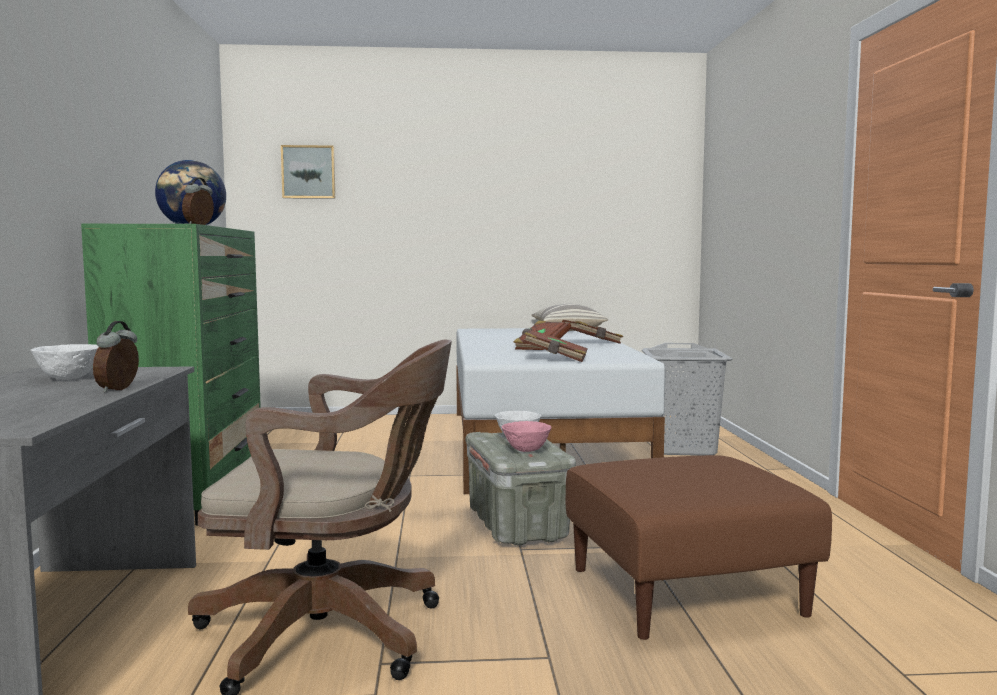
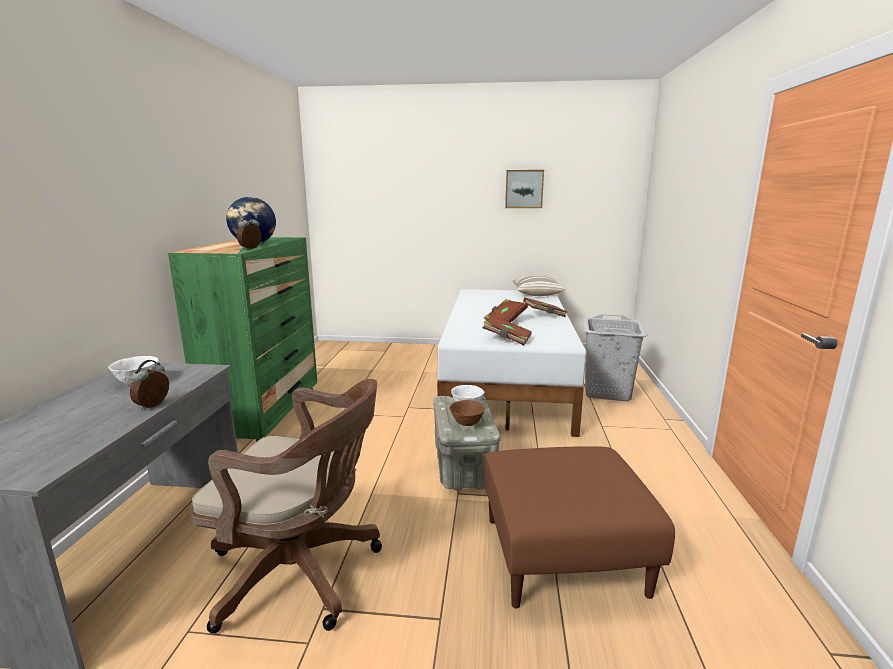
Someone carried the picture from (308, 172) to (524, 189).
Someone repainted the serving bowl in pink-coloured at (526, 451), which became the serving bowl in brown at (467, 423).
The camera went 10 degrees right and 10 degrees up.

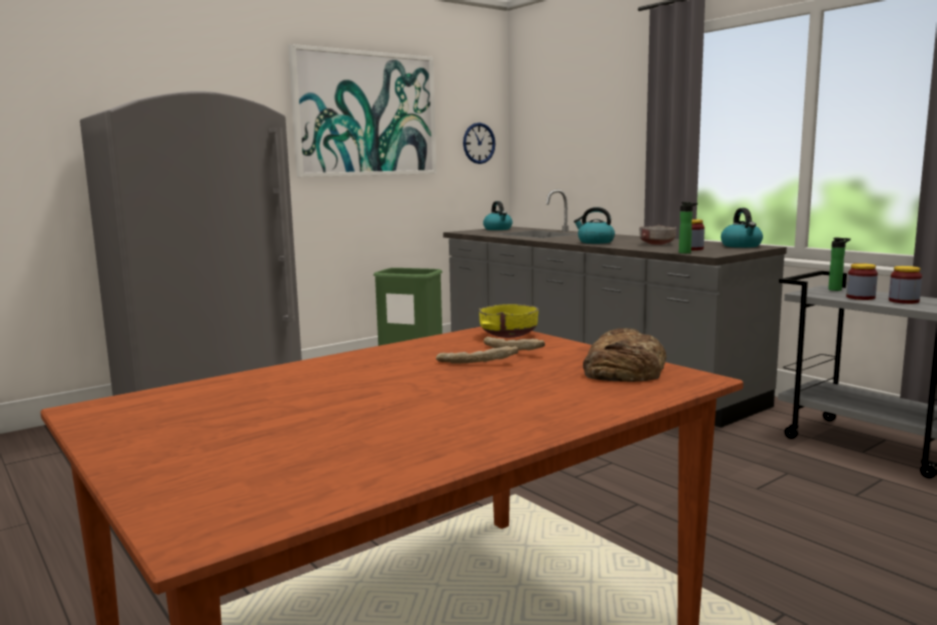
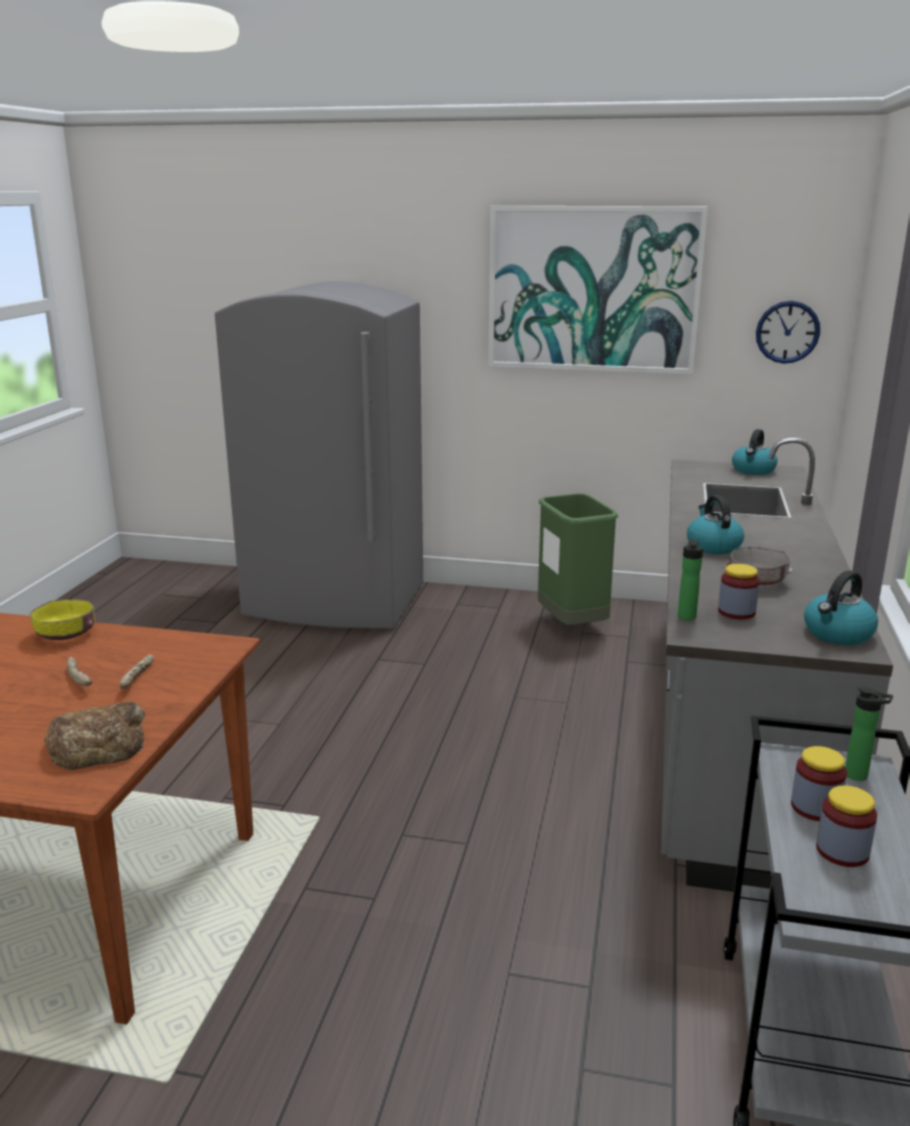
Someone carried the serving bowl in yellowish from (509, 335) to (66, 635).
The camera went 50 degrees right and 10 degrees up.

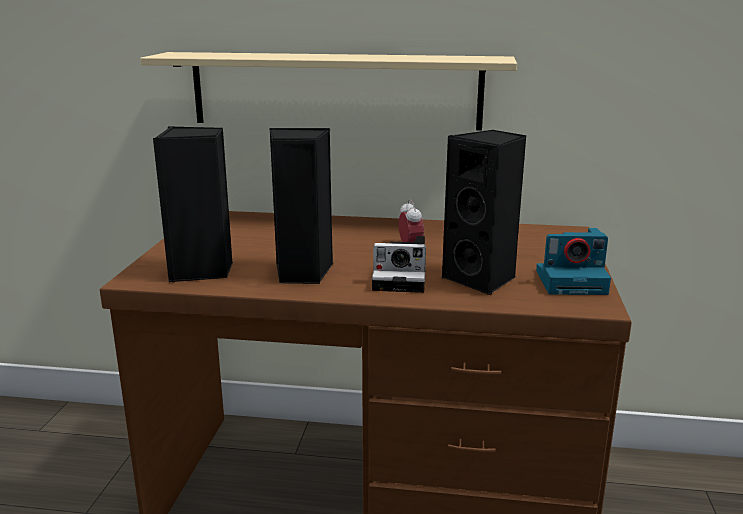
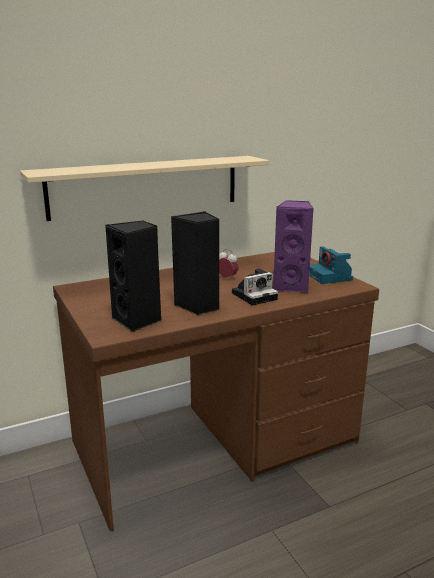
Someone repainted the speaker in black-coloured at (482, 279), which became the speaker in purple-coloured at (292, 286).
Someone rotated the still camera at (572, 281) by 105 degrees clockwise.
The camera went 35 degrees left and 0 degrees up.

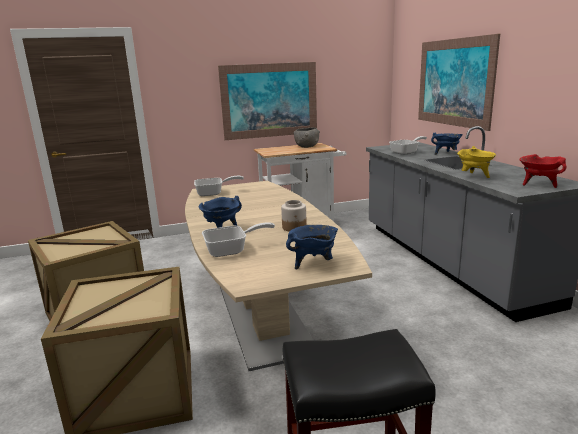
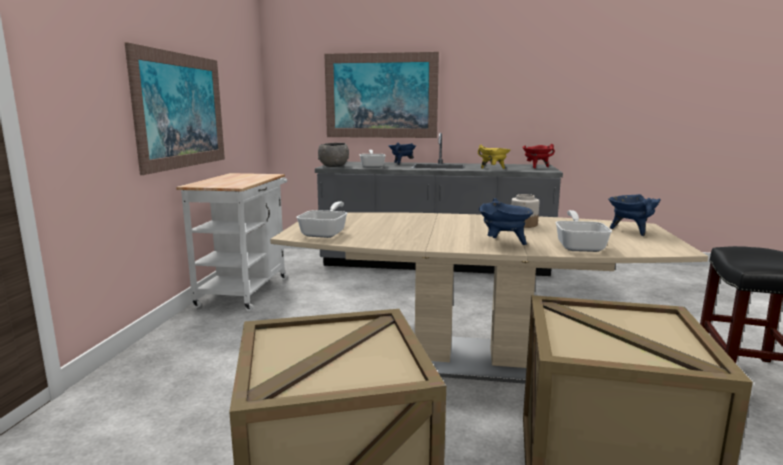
Someone carried the serving bowl in gray from (306, 147) to (333, 166).
The camera went 65 degrees left and 5 degrees down.

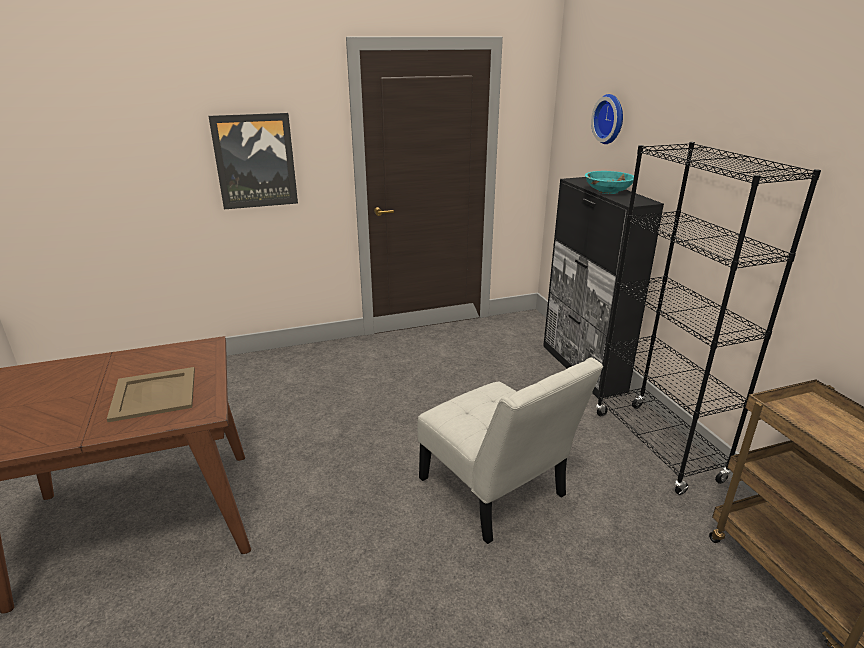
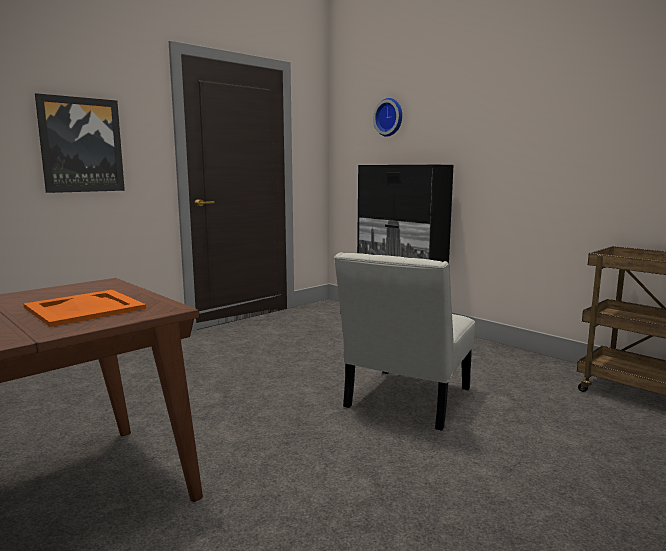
Someone took away the serving bowl in turquoise at (607, 191).
Someone took away the bookshelf in black-coloured at (656, 446).
Someone repainted the tray in beige at (155, 394), which became the tray in orange-coloured at (86, 308).
Someone rotated the chair in white-coloured at (496, 492) by 90 degrees clockwise.
The camera went 25 degrees left and 15 degrees down.

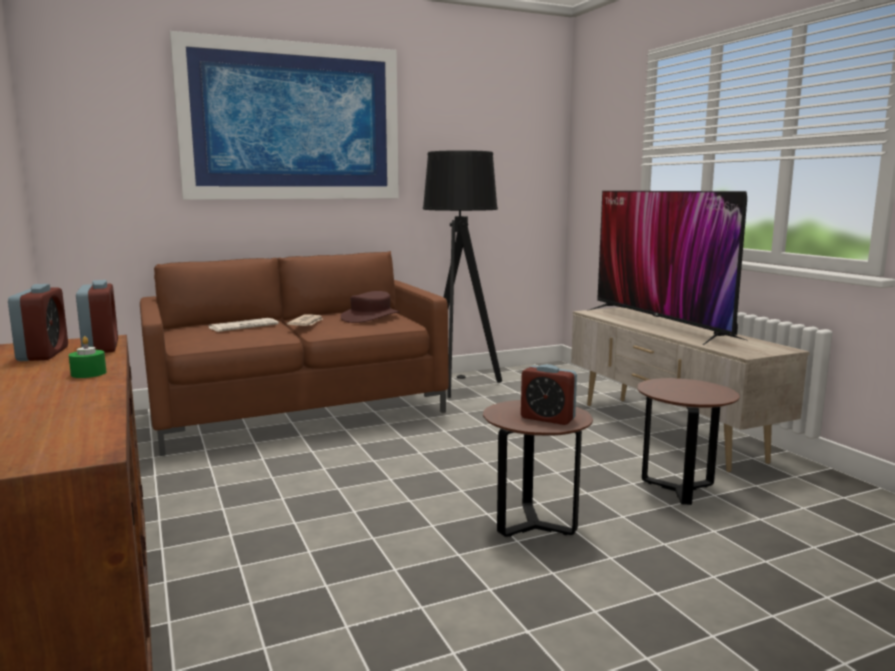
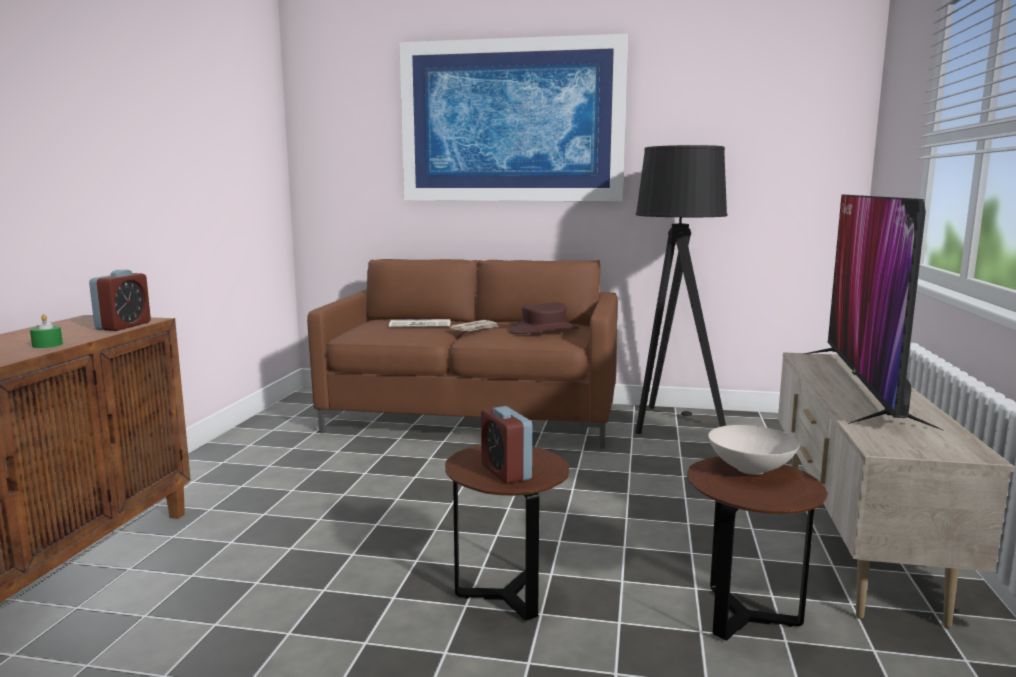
Someone took away the alarm clock at (43, 354).
Someone put down the serving bowl in white-coloured at (751, 470).
The camera went 35 degrees right and 0 degrees up.

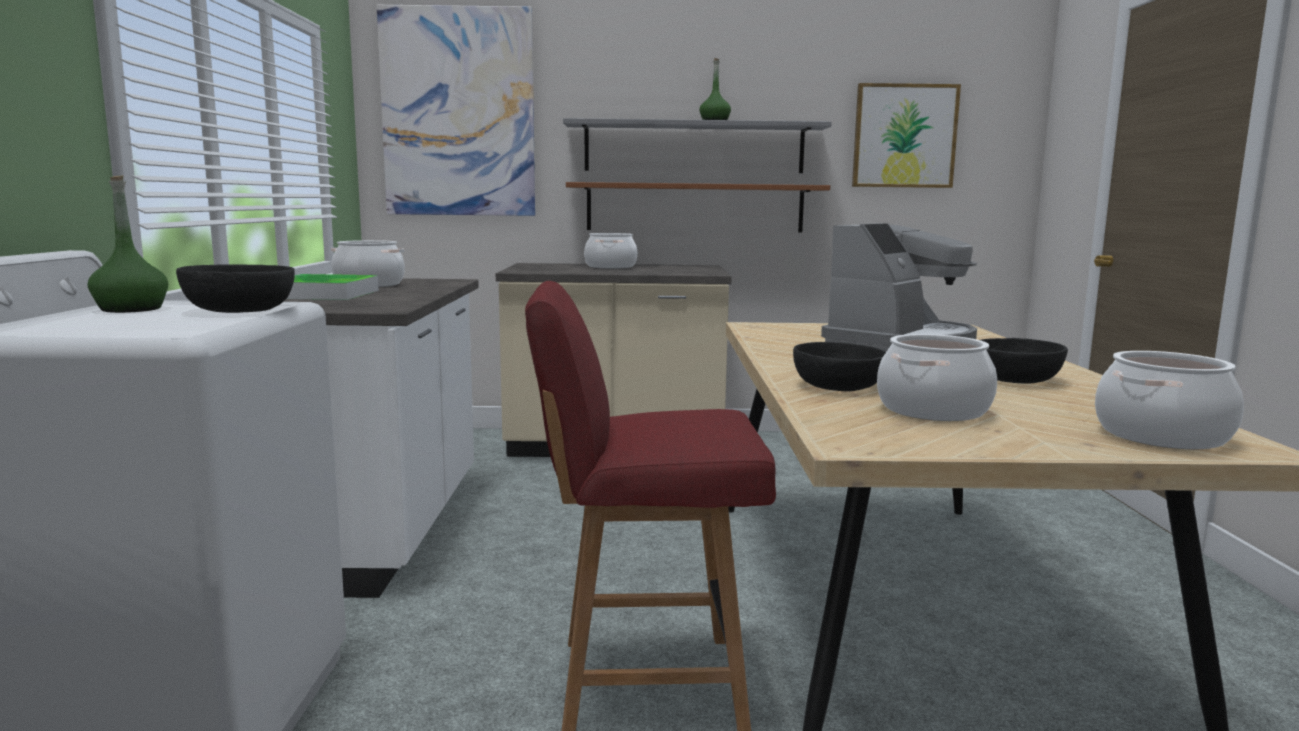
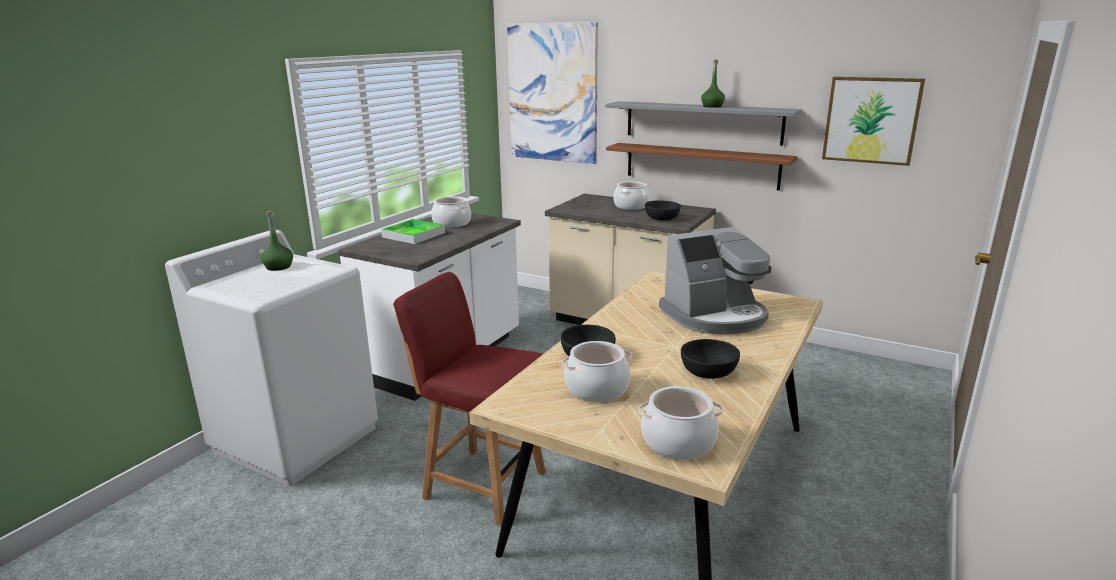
Someone carried the serving bowl in black-coloured from (240, 310) to (662, 218).
The camera went 30 degrees right and 10 degrees up.

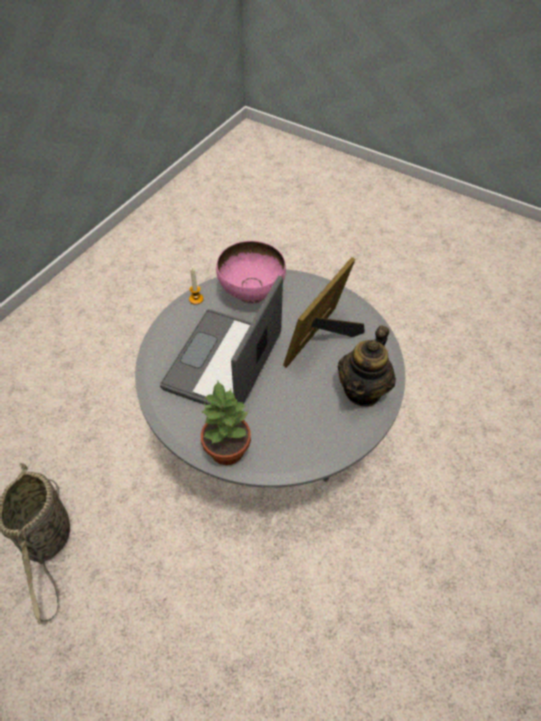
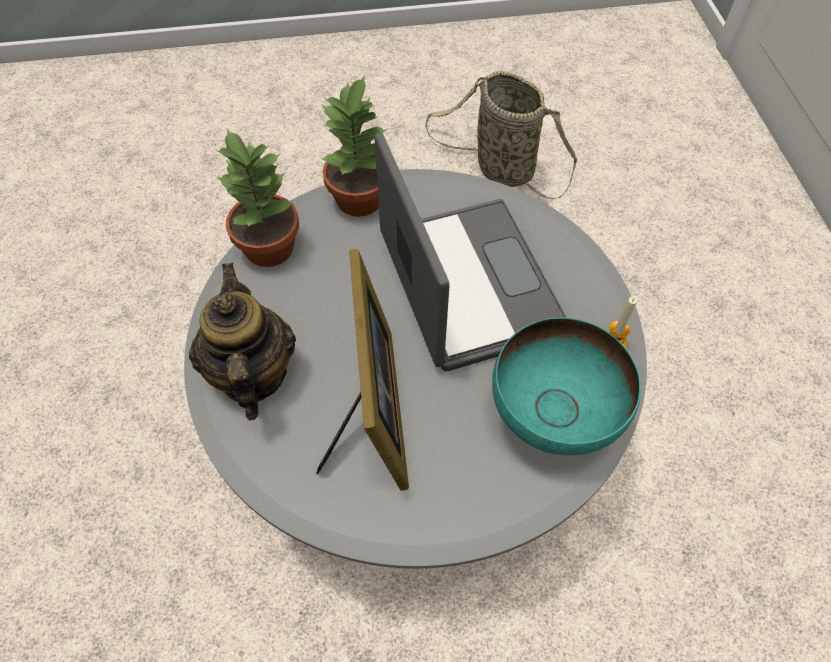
Someone put down the plant in a pot at (268, 247).
Someone repainted the serving bowl in pink-coloured at (251, 293), which became the serving bowl in turquoise at (554, 415).
The camera went 140 degrees right and 5 degrees up.

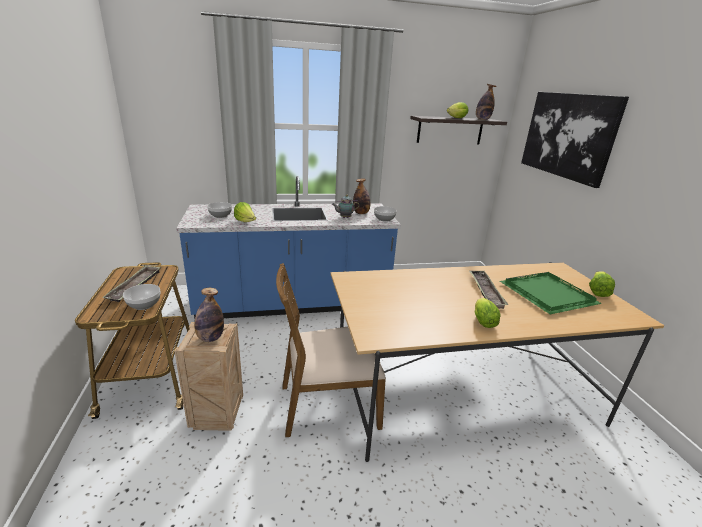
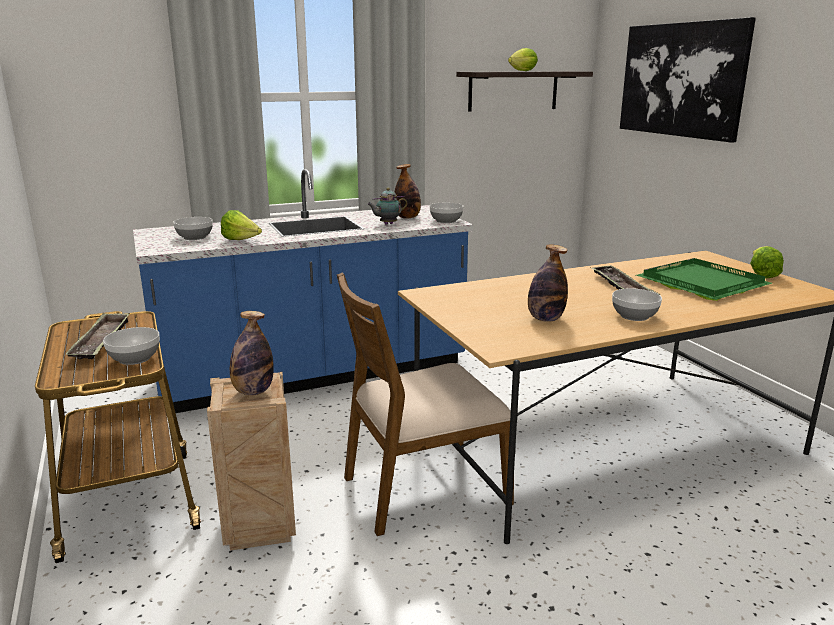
Someone carried the bottle from (482, 119) to (545, 319).
Someone swapped the head of lettuce at (482, 320) for the serving bowl at (634, 316).
The camera went 10 degrees left and 5 degrees down.

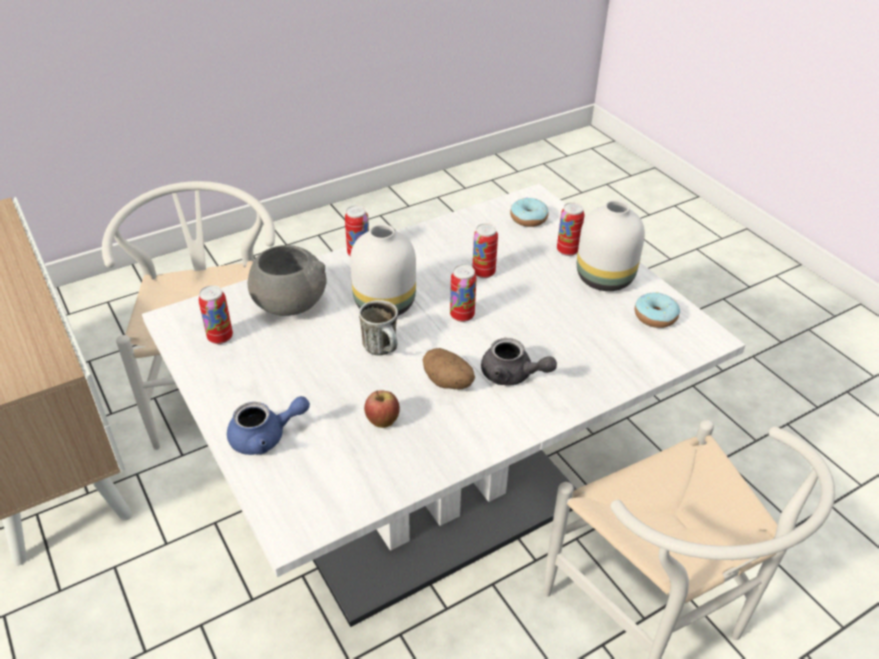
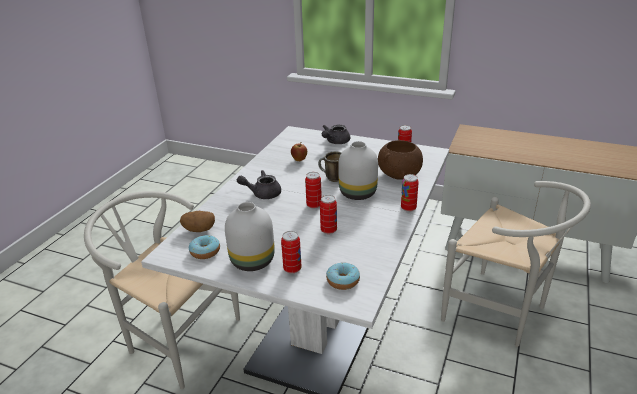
Someone carried the potato from (448, 382) to (199, 229).
Someone repainted the tea pot in blue at (266, 437), which became the tea pot in gray at (335, 142).
Someone repainted the serving bowl in gray at (289, 304), which became the serving bowl in brown at (399, 175).
The camera went 145 degrees right and 10 degrees down.

